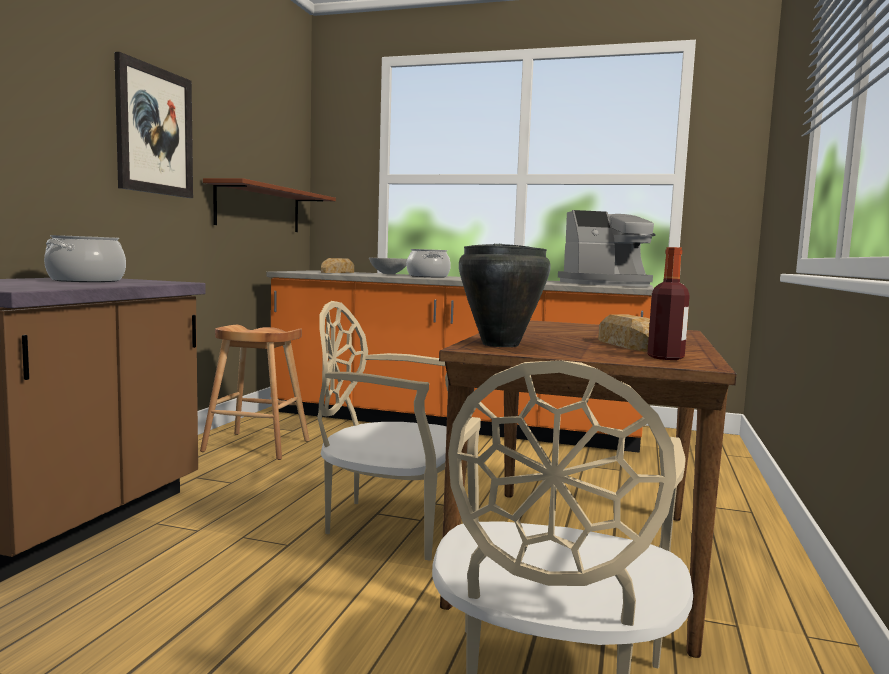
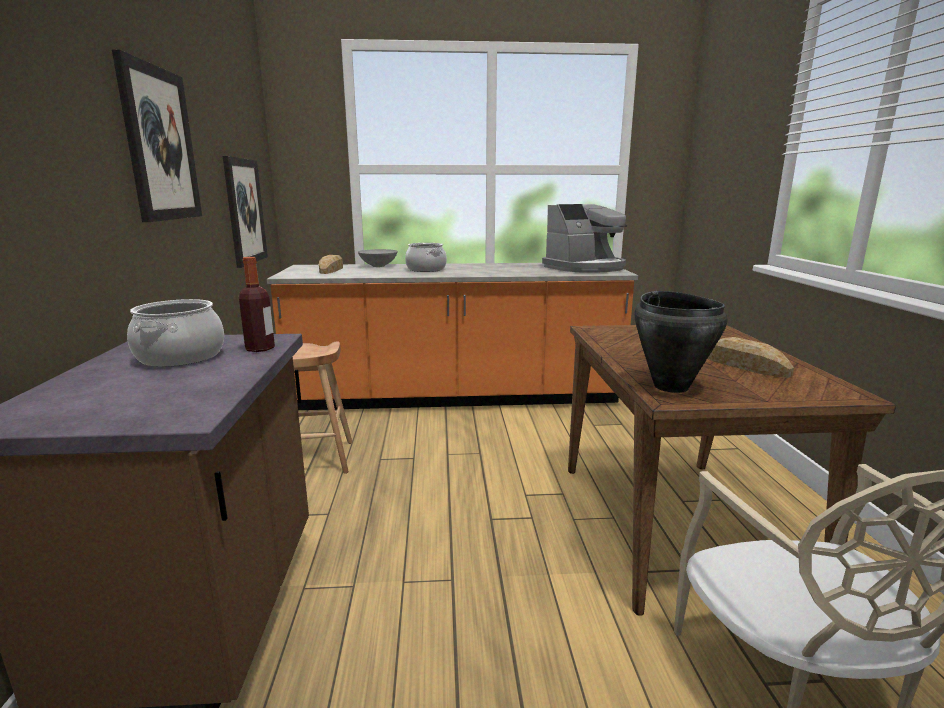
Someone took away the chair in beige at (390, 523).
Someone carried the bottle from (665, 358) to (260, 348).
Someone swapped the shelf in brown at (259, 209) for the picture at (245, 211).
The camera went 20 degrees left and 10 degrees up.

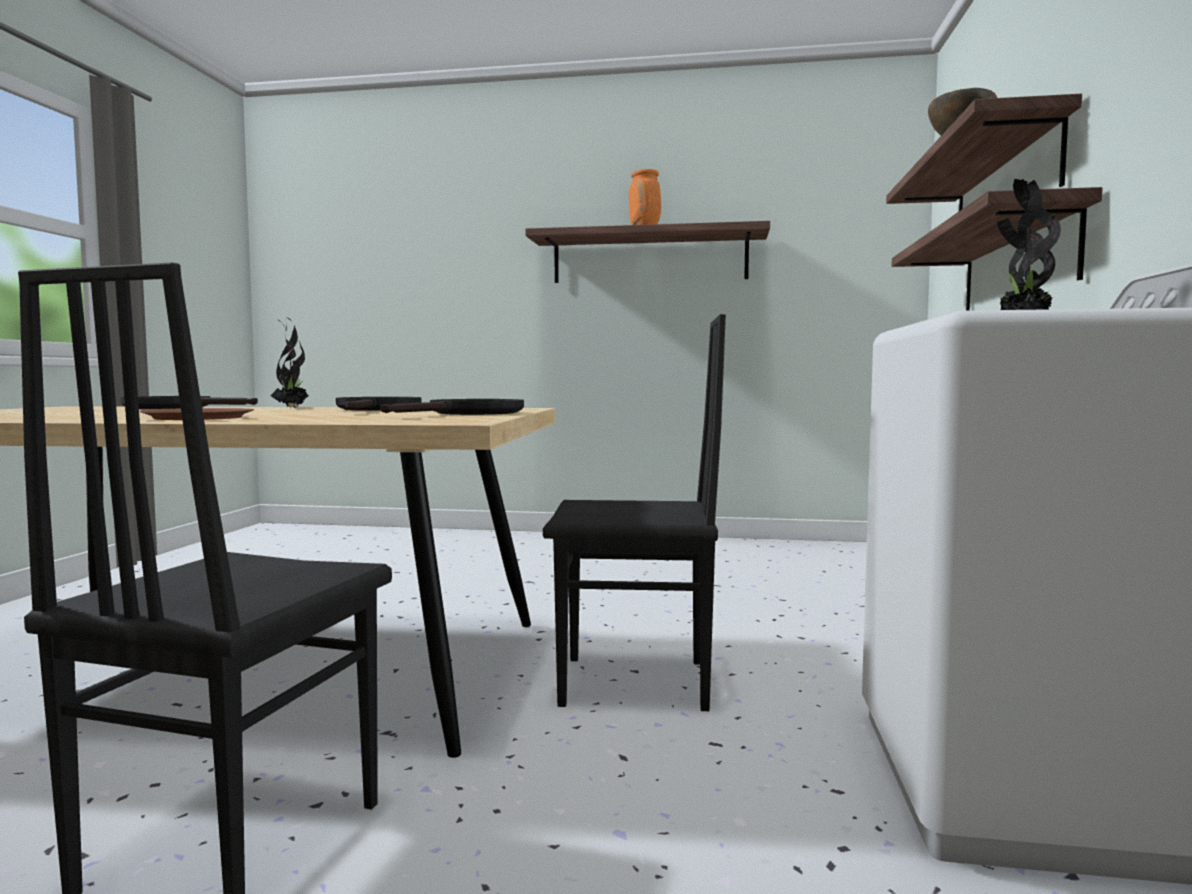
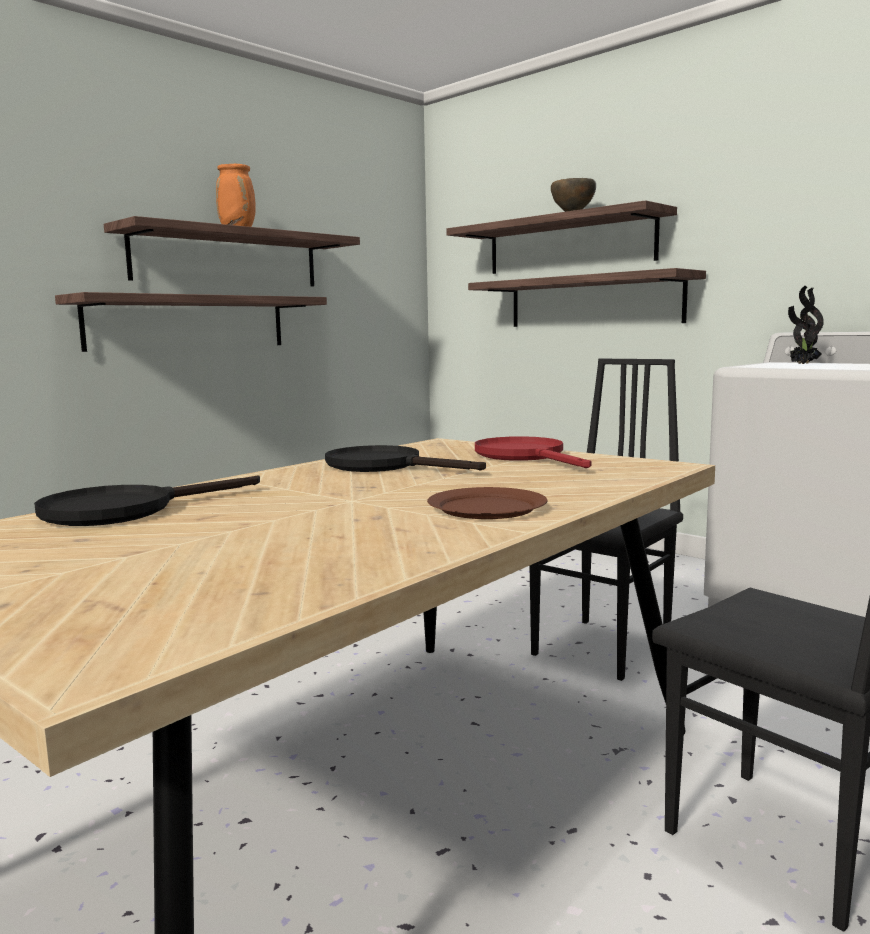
Someone took away the plant in a pot at (292, 408).
Someone put up the shelf at (189, 323).
Someone repainted the skillet in black-coloured at (467, 413), which became the skillet in red-coloured at (526, 456).
The camera went 55 degrees left and 5 degrees up.

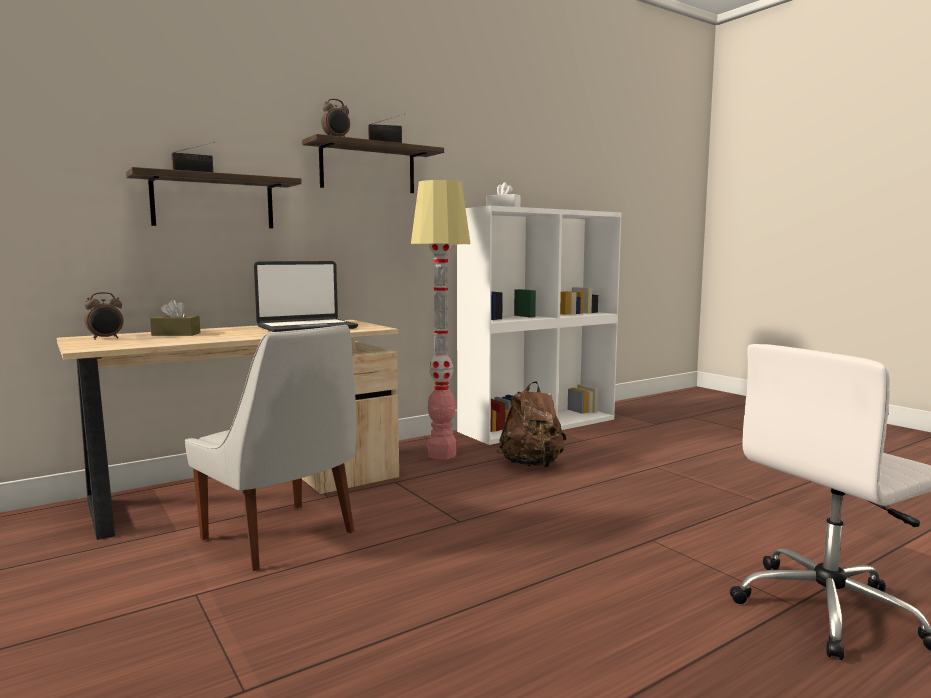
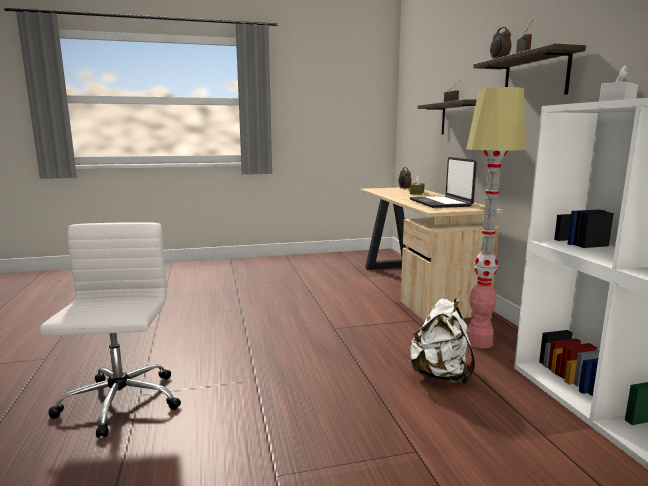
Someone took away the chair in white-coloured at (282, 537).
Someone repainted the knapsack in brown at (532, 465), which became the knapsack in white-coloured at (440, 375).
The camera went 110 degrees right and 5 degrees up.

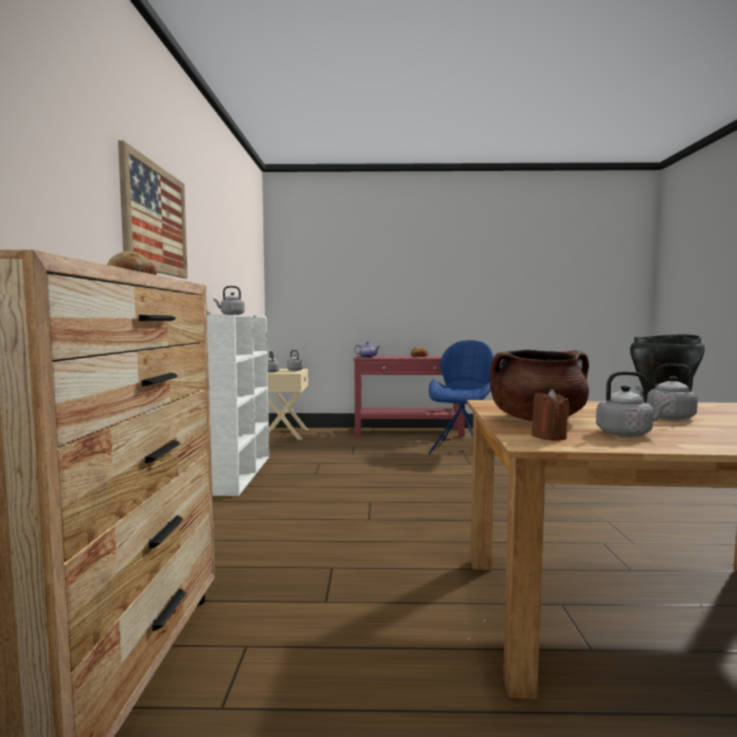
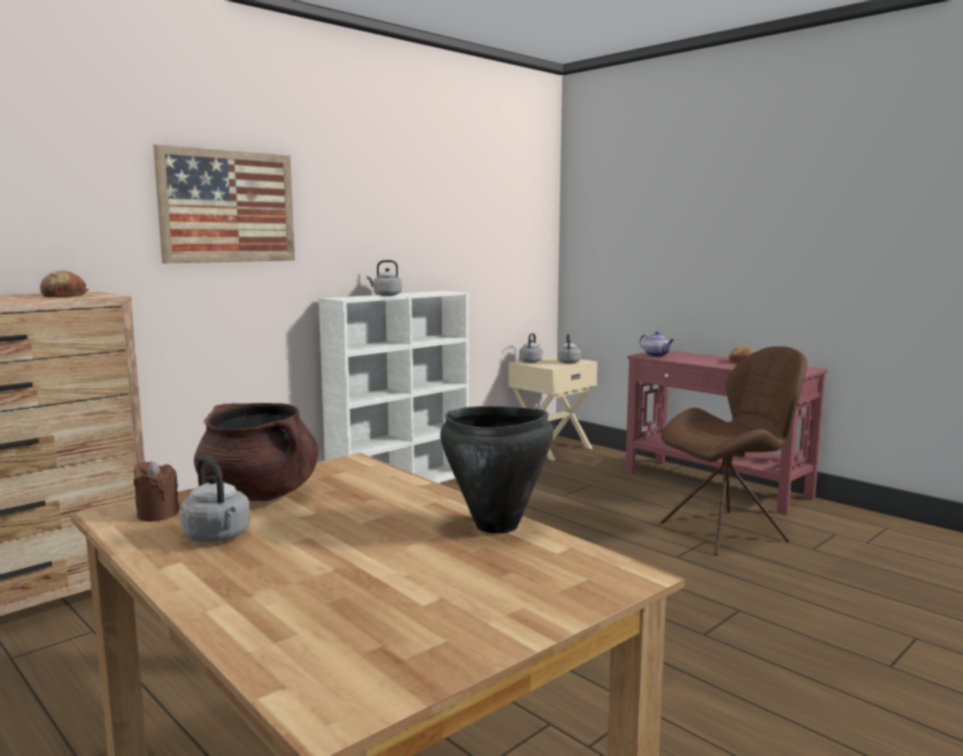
Someone took away the tea kettle in gray at (667, 417).
Someone repainted the chair in blue at (461, 449), which became the chair in brown at (727, 532).
The camera went 45 degrees right and 5 degrees up.

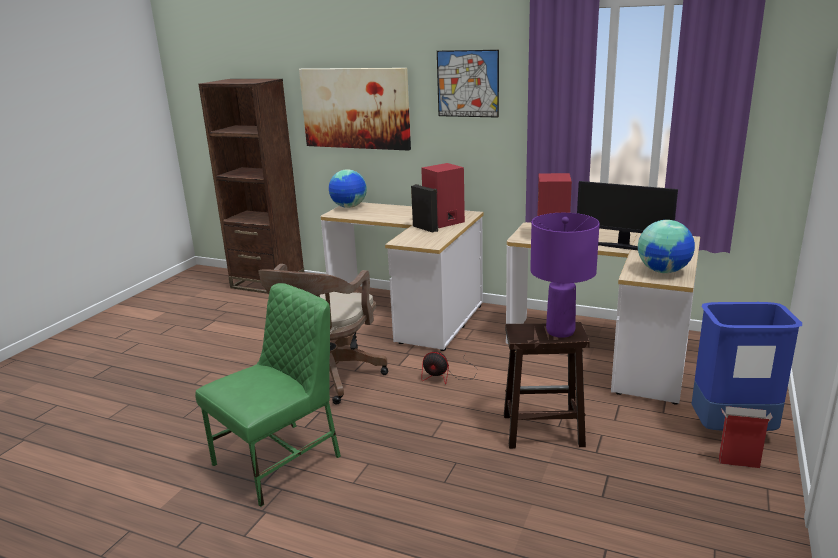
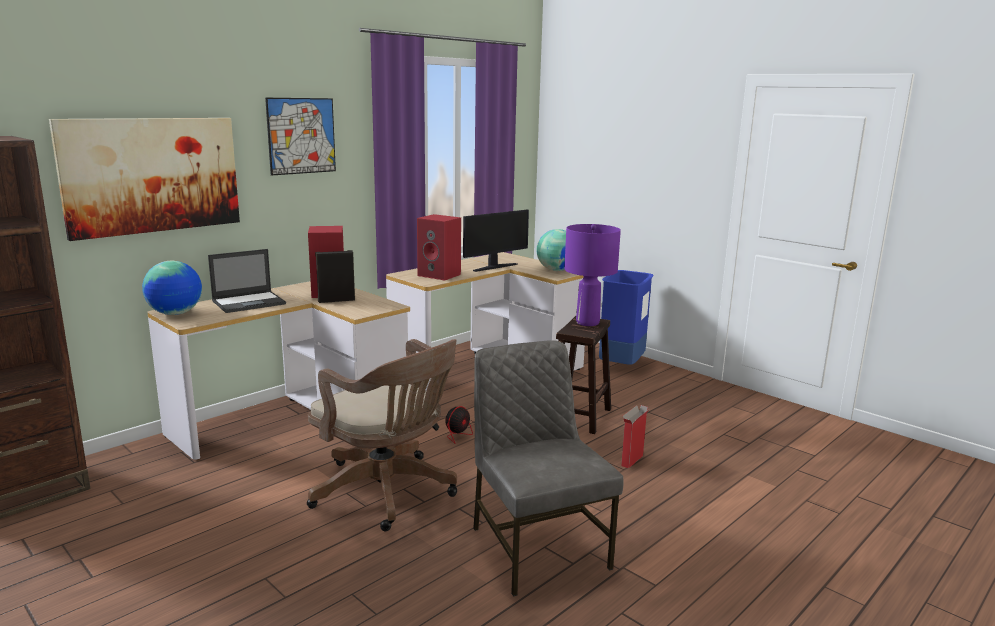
Someone put down the portable computer at (249, 302).
Someone carried the carton from (738, 463) to (632, 461).
Someone repainted the chair in green-coloured at (280, 460), which became the chair in gray at (537, 546).
The camera went 70 degrees left and 5 degrees down.

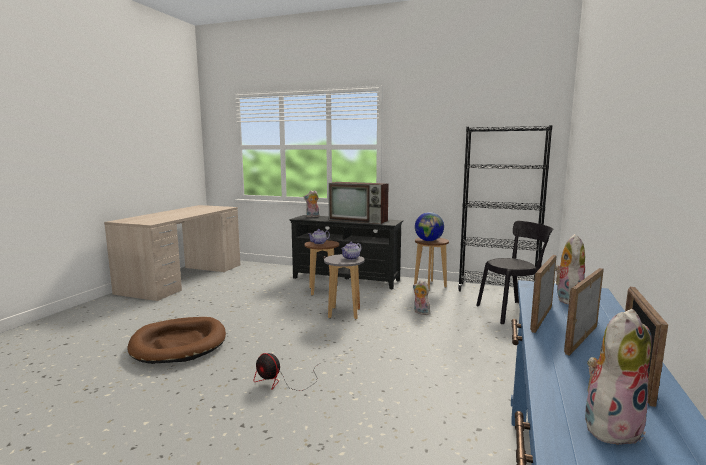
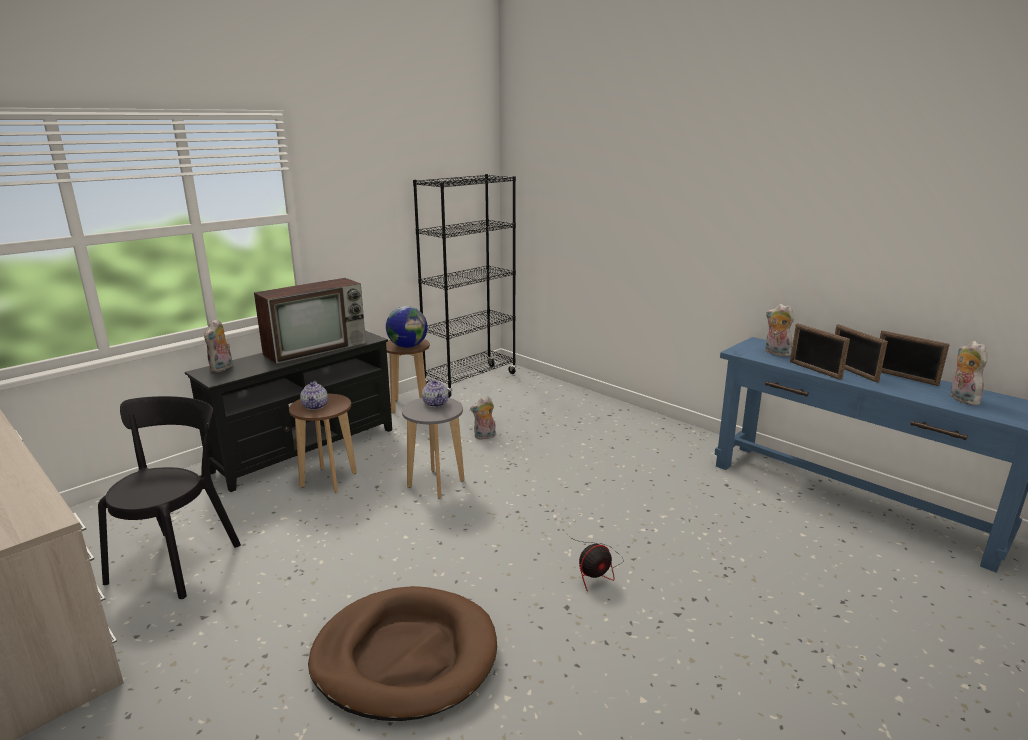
Someone carried the chair in black-coloured from (513, 312) to (179, 559).
The camera went 65 degrees left and 10 degrees up.

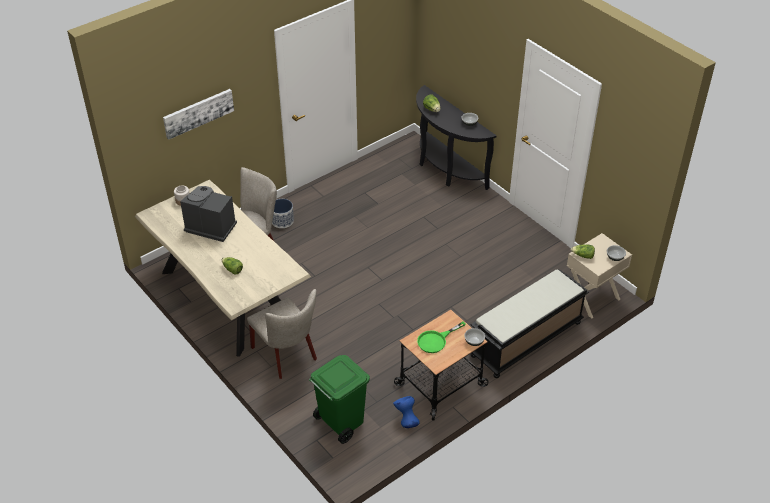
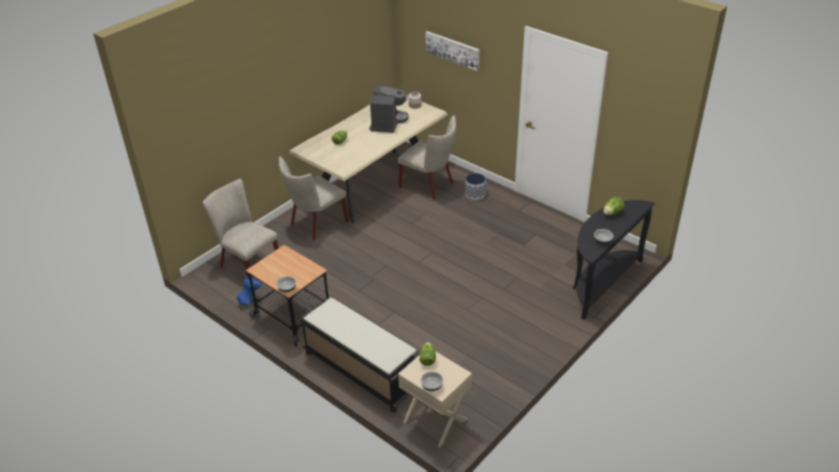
Someone took away the skillet in green-coloured at (436, 340).
Someone swapped the trash can in green-coloured at (340, 422) for the chair in beige at (247, 264).
The camera went 80 degrees right and 5 degrees down.

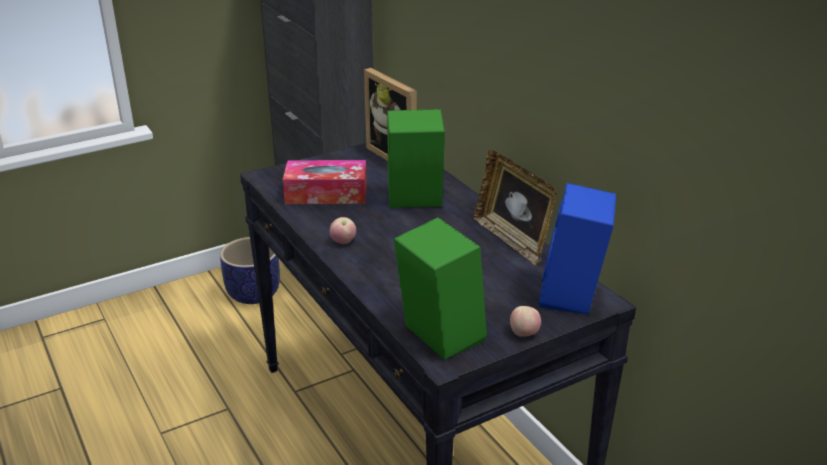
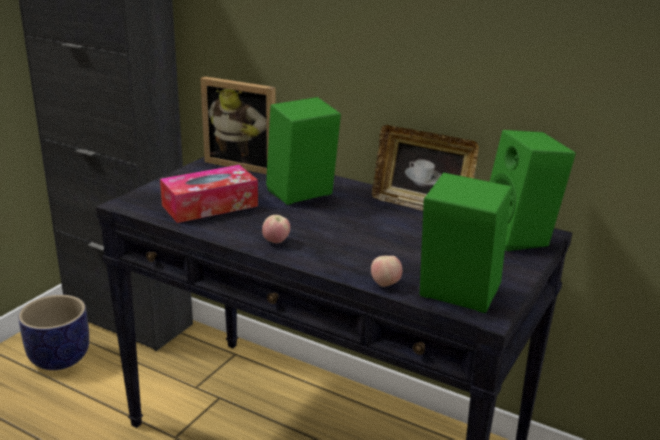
Someone carried the whole apple from (524, 334) to (385, 284).
Someone repainted the speaker in blue at (574, 296), which became the speaker in green-coloured at (520, 236).
The camera went 30 degrees left and 5 degrees down.

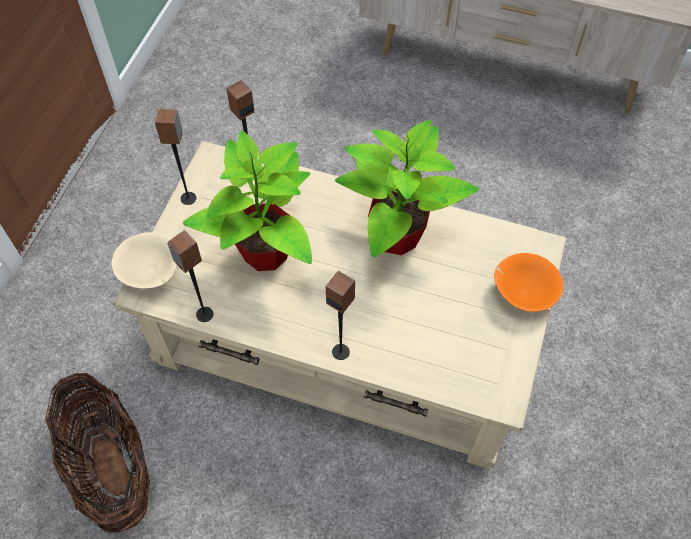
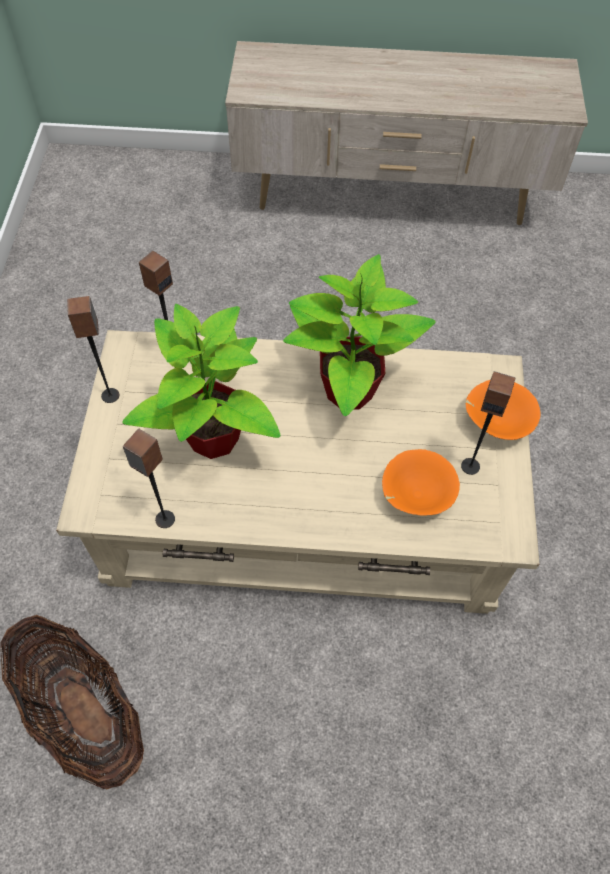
Someone took away the serving bowl in beige at (150, 273).
Someone put down the serving bowl in orange-coloured at (415, 495).
Someone carried the speaker from (341, 351) to (470, 466).
The camera went 15 degrees left and 0 degrees up.

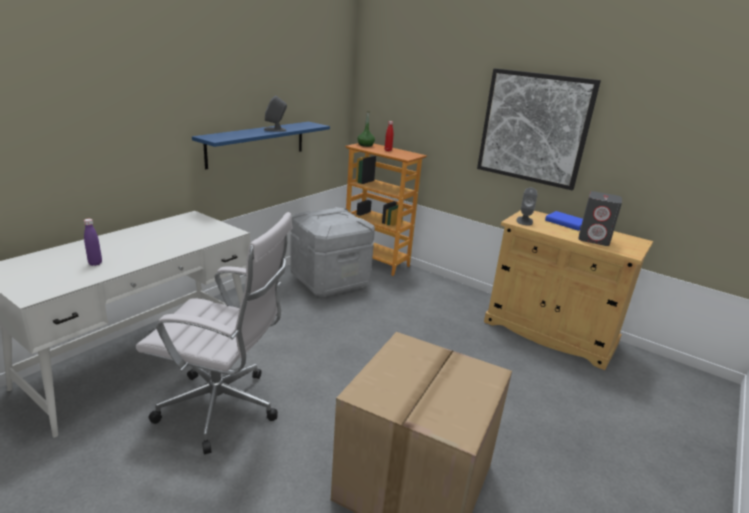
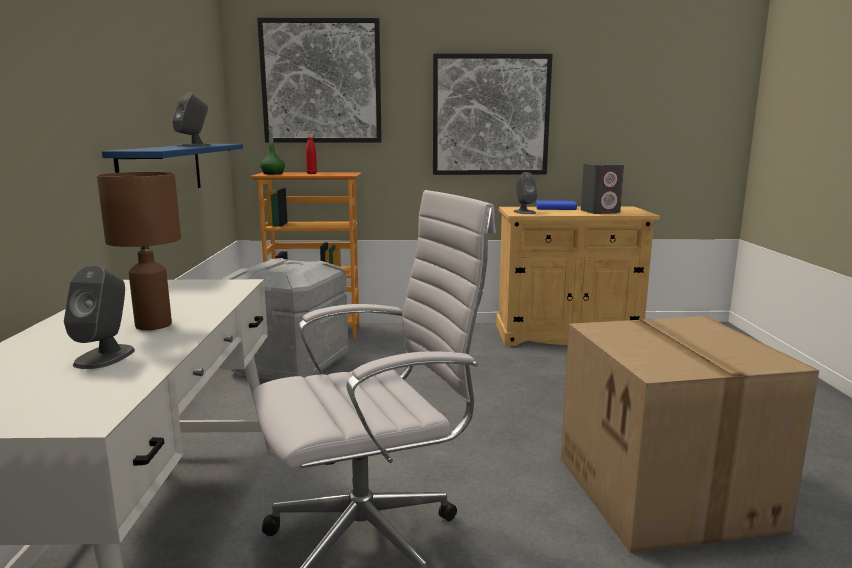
Someone put down the lamp for a table in brown at (153, 325).
Someone put up the picture at (321, 82).
Someone swapped the bottle in purple-coloured at (95, 263) for the speaker in gray at (105, 356).
The camera went 35 degrees left and 10 degrees down.

